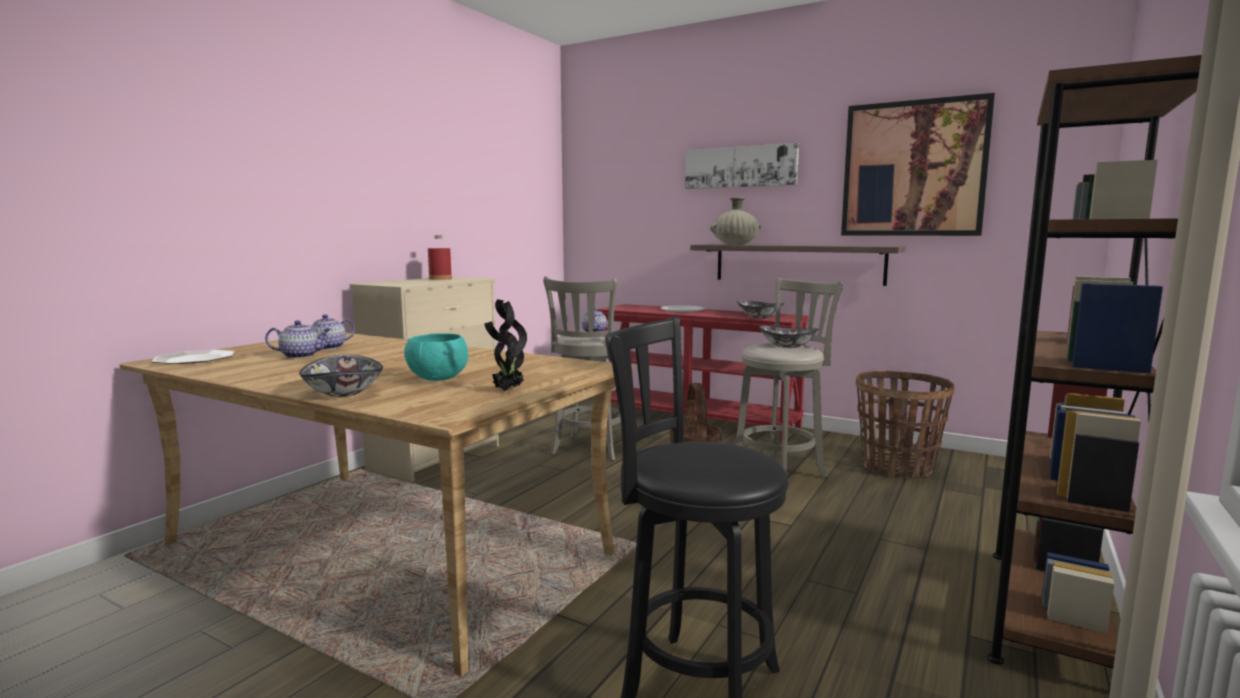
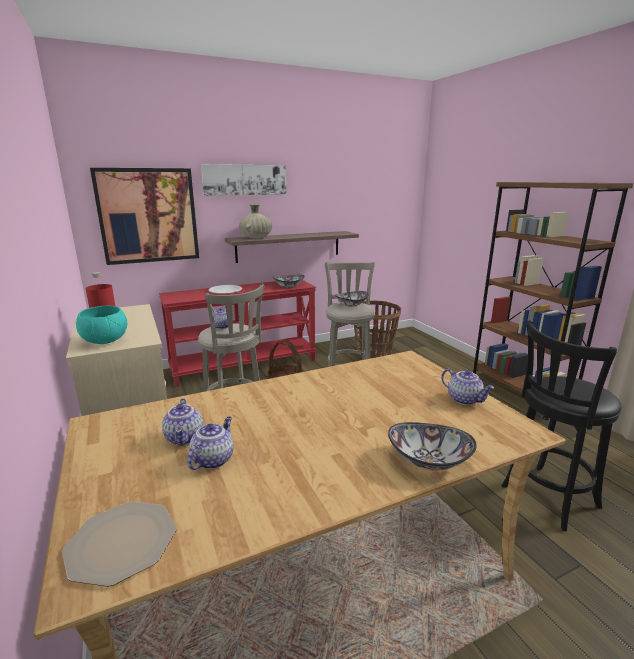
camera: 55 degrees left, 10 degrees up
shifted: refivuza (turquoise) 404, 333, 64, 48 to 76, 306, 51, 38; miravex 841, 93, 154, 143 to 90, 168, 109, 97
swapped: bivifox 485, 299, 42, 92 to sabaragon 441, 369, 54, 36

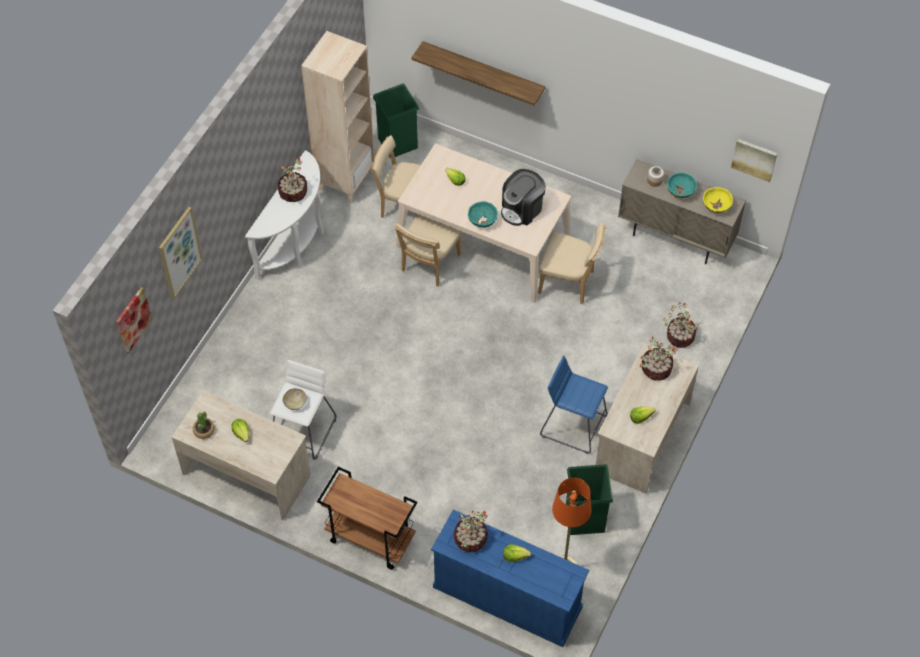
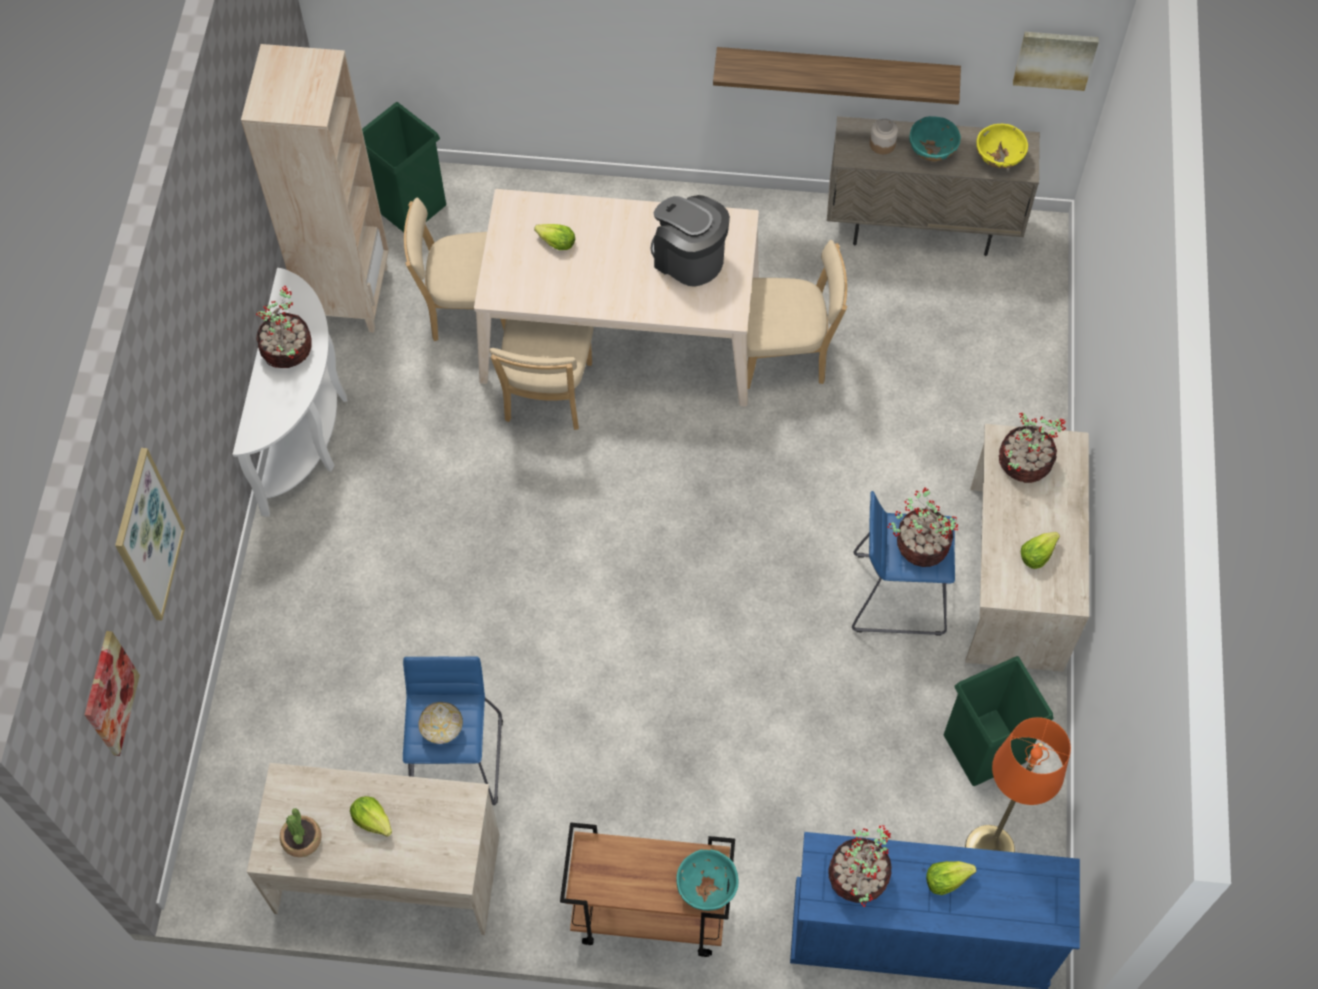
camera: 20 degrees left, 5 degrees up
shifted: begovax 411, 41, 134, 65 to 713, 47, 248, 58; refivuza (turquoise) 468, 201, 30, 27 to 676, 849, 63, 62; bivifox 663, 302, 36, 46 to 887, 487, 71, 80
repainted: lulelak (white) 270, 360, 66, 100 to lulelak (blue) 403, 656, 100, 149
rotated: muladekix 501, 169, 45, 57 = 651, 195, 79, 92 105 degrees clockwise

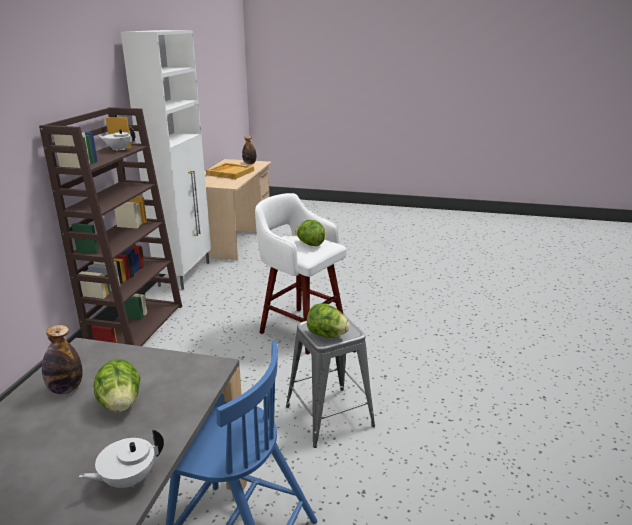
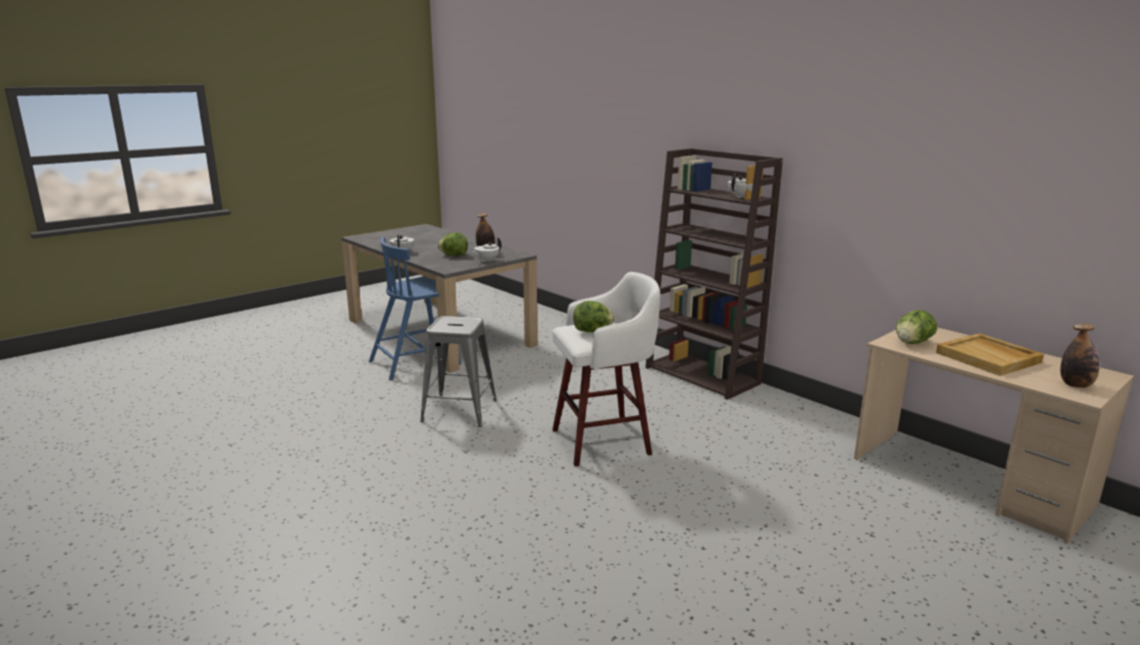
camera: 125 degrees right, 5 degrees down
gone: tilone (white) 121, 30, 90, 259
new: sabaragon (white) 471, 237, 30, 25
shifted: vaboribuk 307, 303, 43, 35 to 896, 310, 41, 34

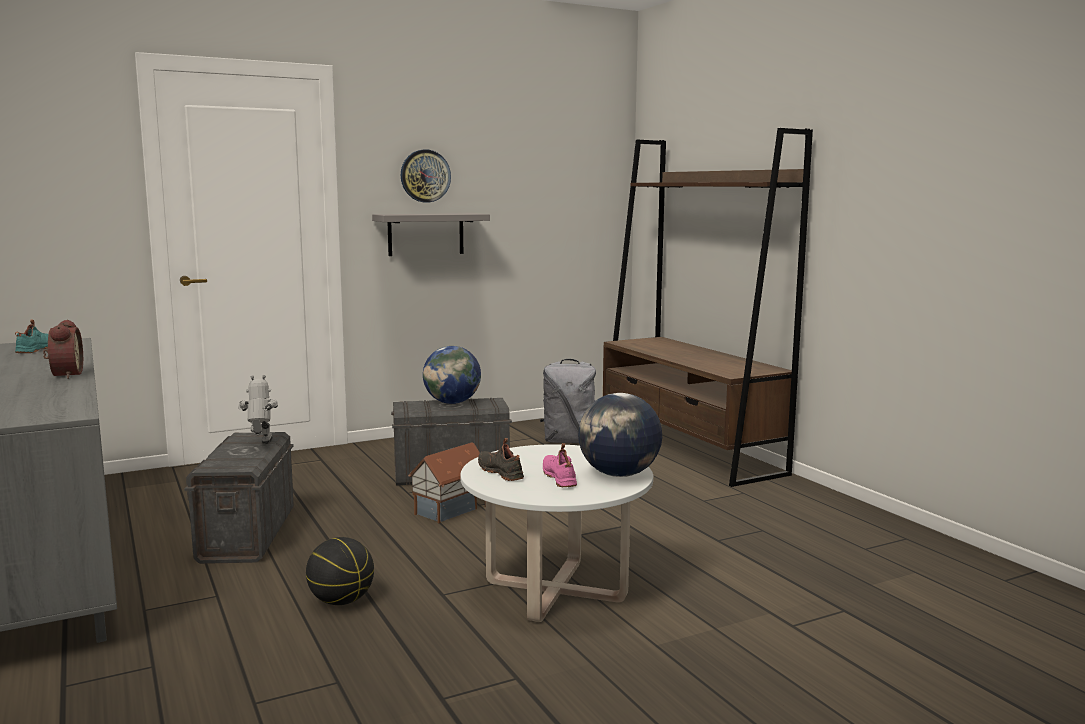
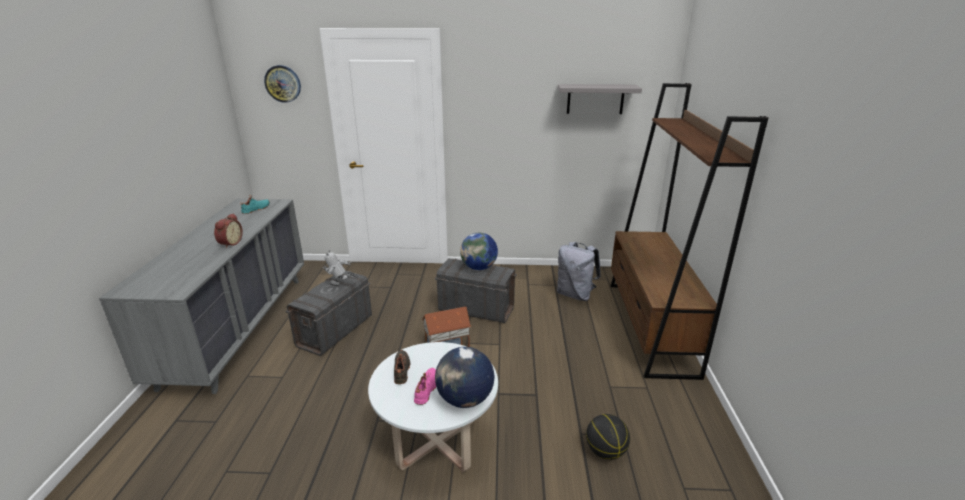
camera: 30 degrees right, 15 degrees up
shifted: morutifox 306, 537, 68, 68 to 586, 414, 44, 46; begovax (grey) 372, 213, 118, 43 to 558, 84, 84, 30; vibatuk 401, 150, 50, 52 to 264, 65, 37, 38
rotated: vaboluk 238, 375, 40, 69 = 323, 250, 35, 36 105 degrees counterclockwise

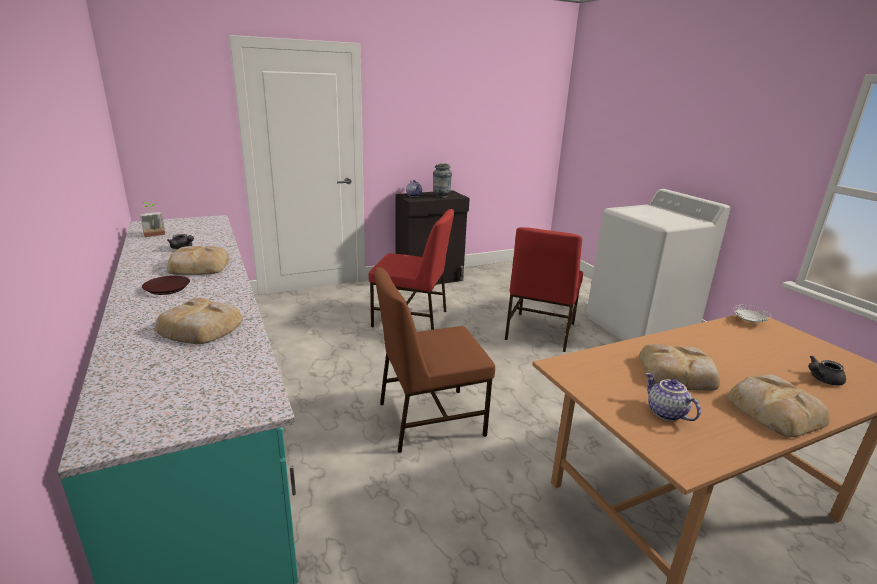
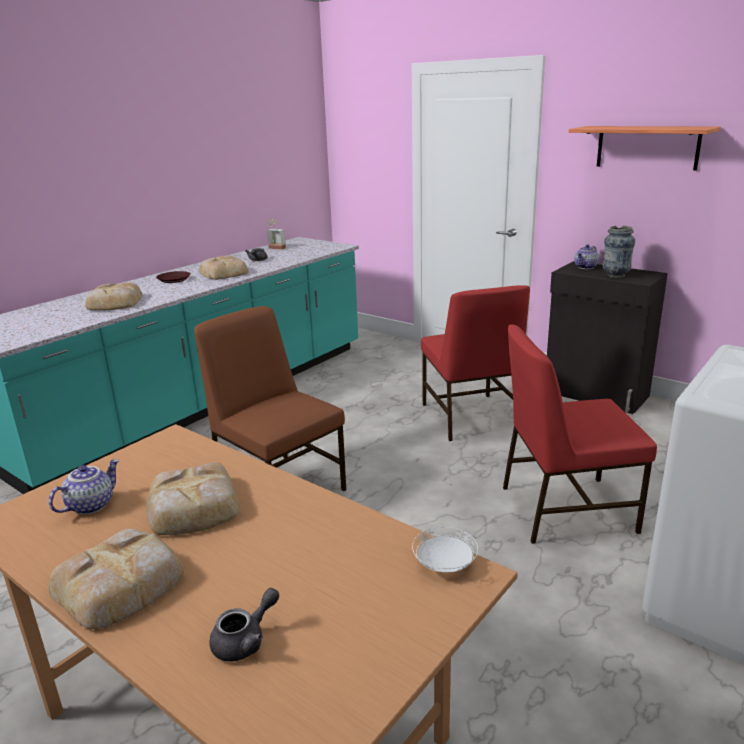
camera: 65 degrees right, 0 degrees up
new: begovax 568, 126, 153, 44
rotated: sabaragon (grey) 808, 355, 38, 31 = 210, 588, 69, 74 90 degrees clockwise

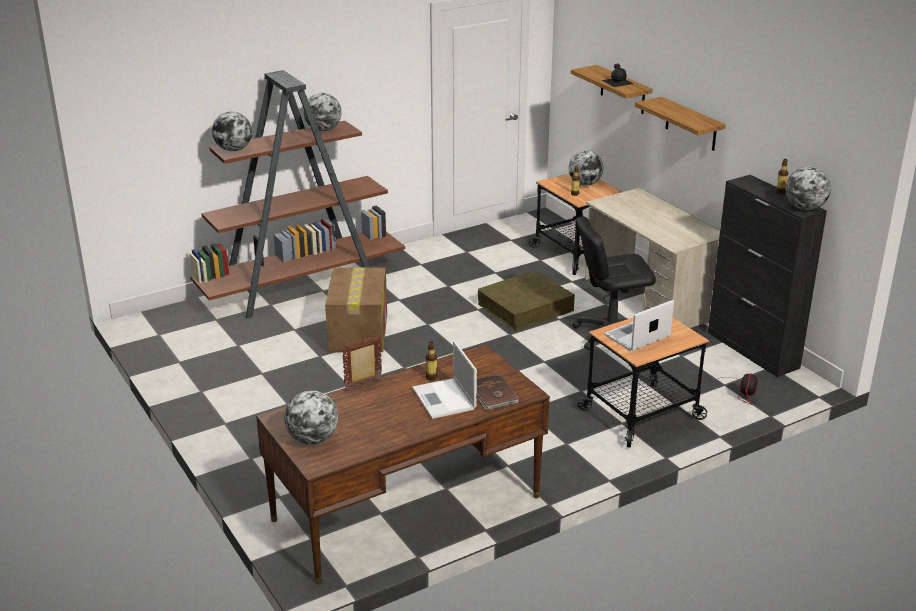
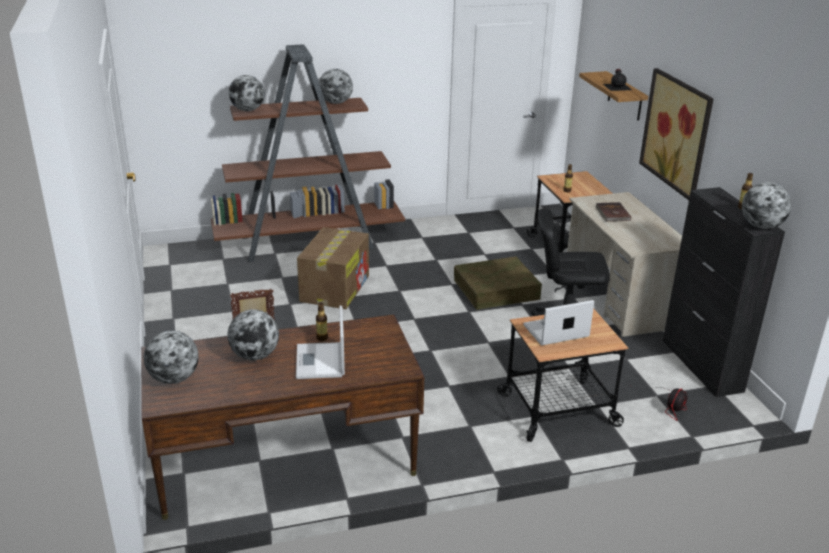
camera: 15 degrees right, 0 degrees up
shifted: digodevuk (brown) 477, 374, 43, 36 to 596, 202, 35, 20; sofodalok 568, 150, 35, 36 to 227, 309, 52, 51
swapped: begovax 635, 97, 91, 54 to miravex 639, 68, 75, 132

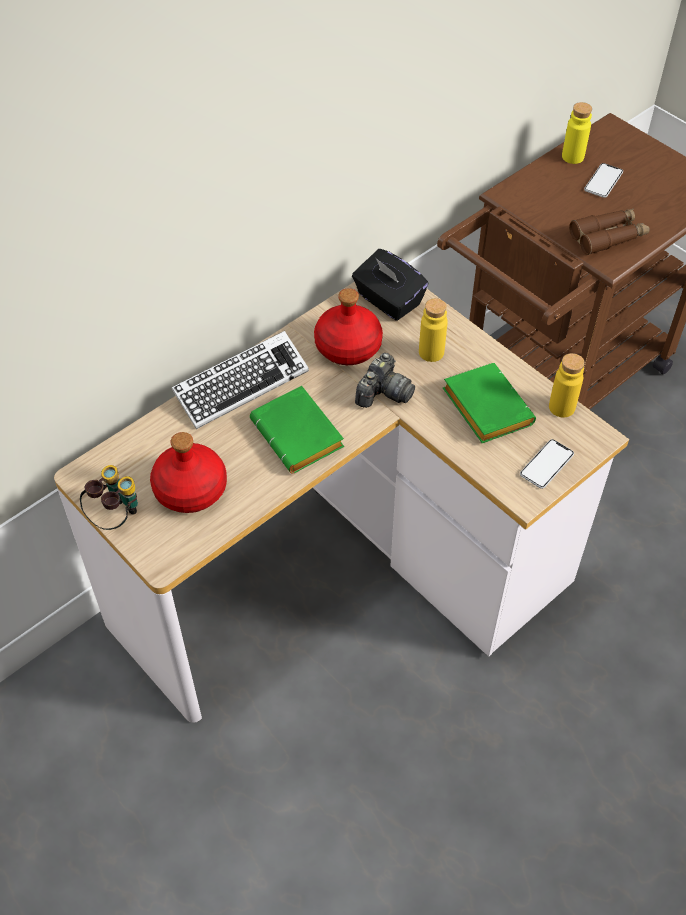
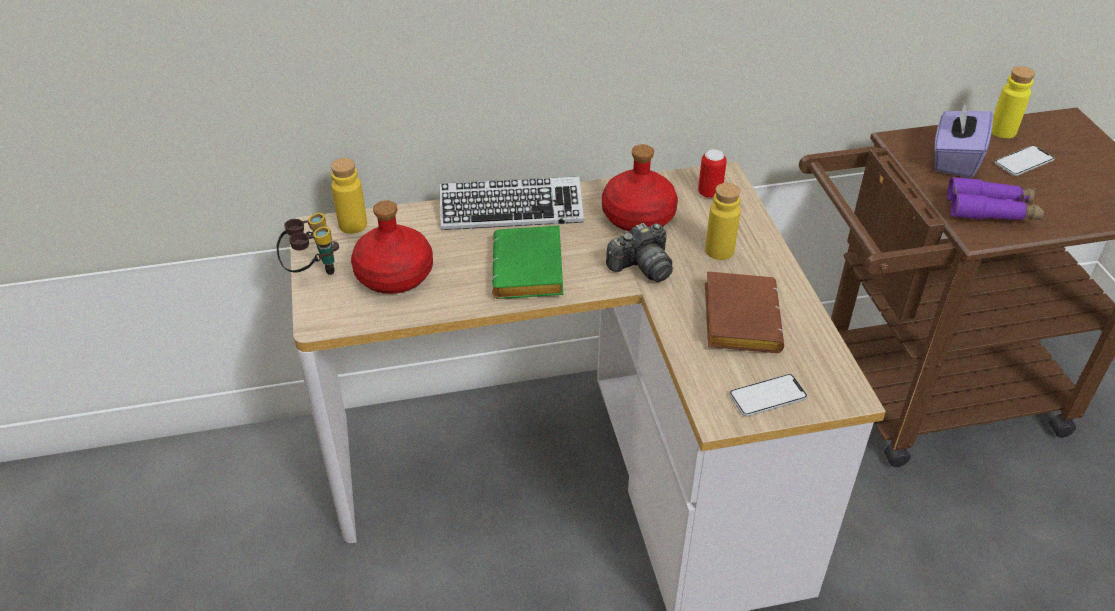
camera: 30 degrees right, 10 degrees down
new: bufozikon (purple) 934, 100, 59, 78
shifted: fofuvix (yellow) 549, 353, 36, 64 to 331, 158, 36, 76
swapped: bufozikon (black) 352, 249, 77, 72 to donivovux 698, 150, 29, 48
repainted: digodevuk (green) 443, 363, 93, 80 to digodevuk (brown) 705, 271, 79, 82; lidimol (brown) 569, 208, 80, 47 to lidimol (purple) 947, 177, 97, 43

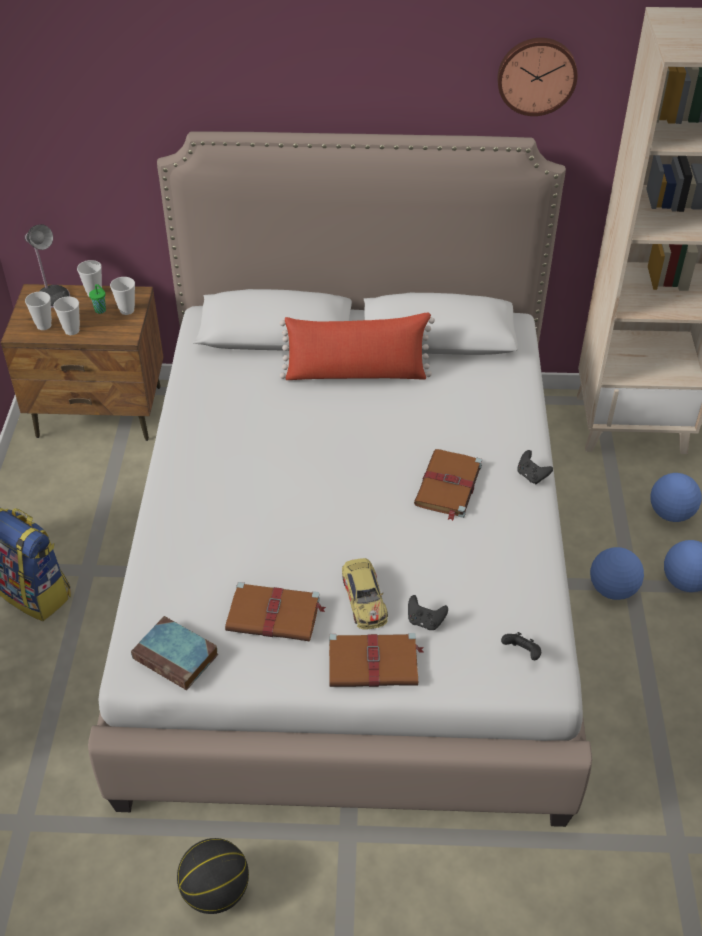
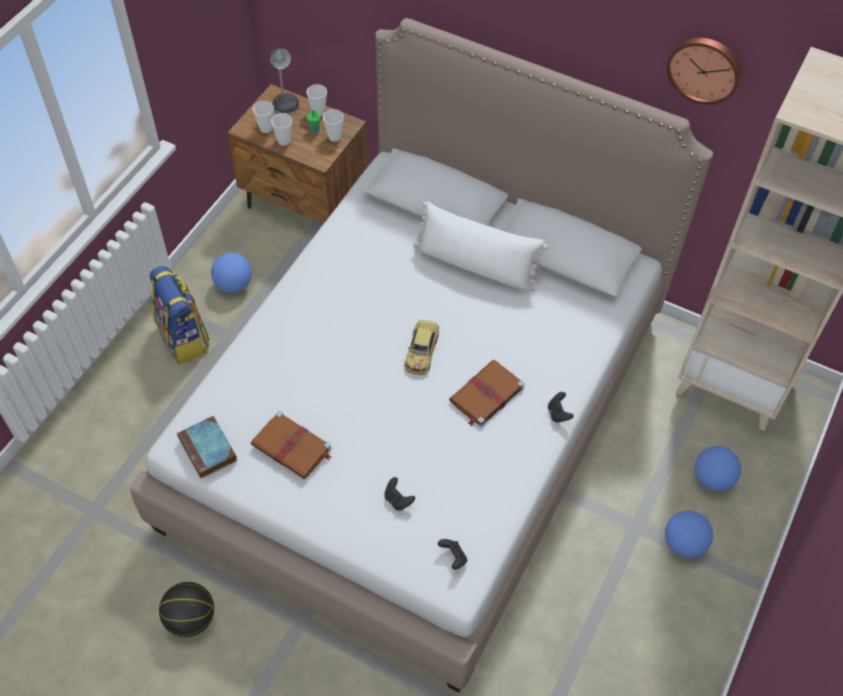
camera: 25 degrees right, 10 degrees up
gone: digodevuk (brown) 329, 633, 95, 54
shifted: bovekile 342, 558, 46, 71 to 404, 320, 35, 55; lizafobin 590, 547, 54, 53 to 211, 253, 41, 40
repainted: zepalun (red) 279, 313, 156, 67 to zepalun (white) 413, 201, 135, 91

